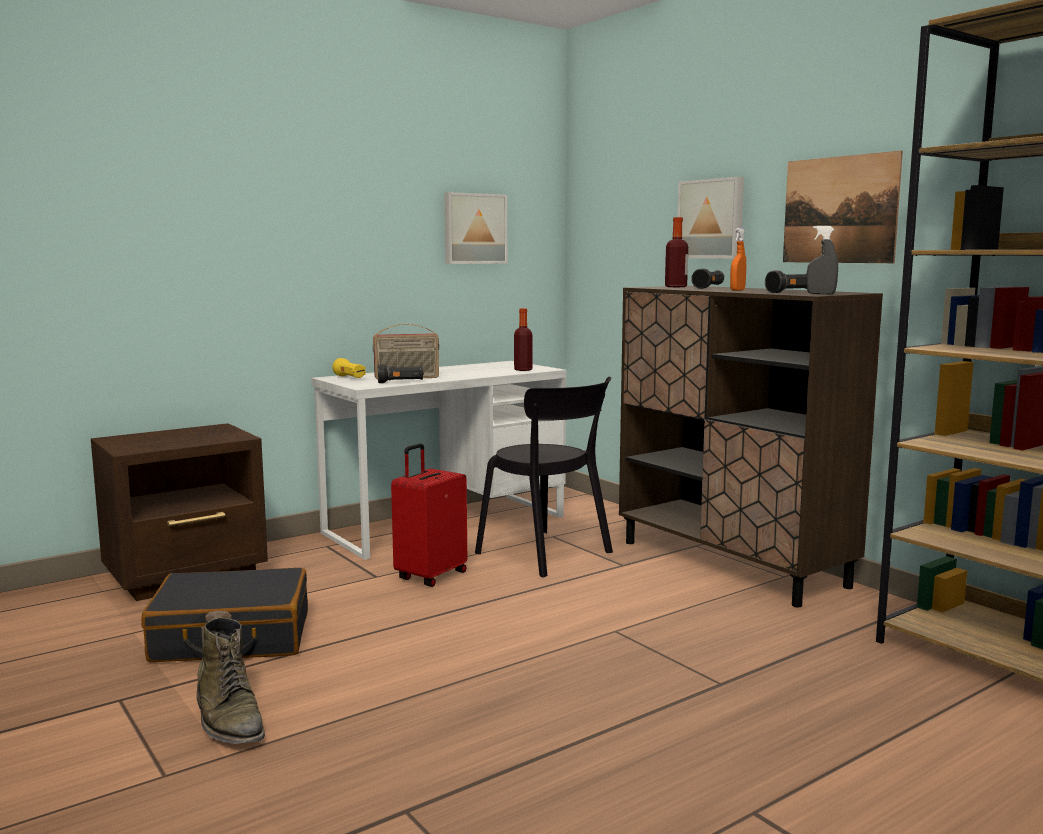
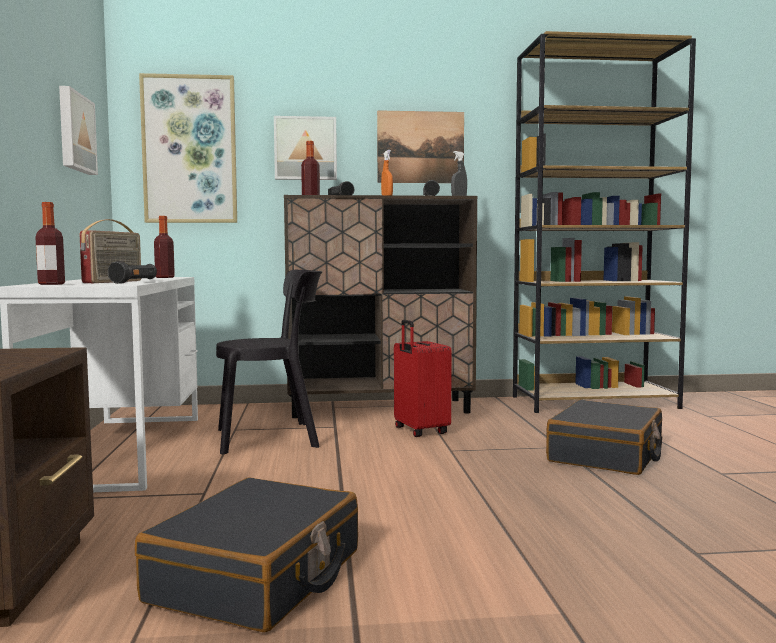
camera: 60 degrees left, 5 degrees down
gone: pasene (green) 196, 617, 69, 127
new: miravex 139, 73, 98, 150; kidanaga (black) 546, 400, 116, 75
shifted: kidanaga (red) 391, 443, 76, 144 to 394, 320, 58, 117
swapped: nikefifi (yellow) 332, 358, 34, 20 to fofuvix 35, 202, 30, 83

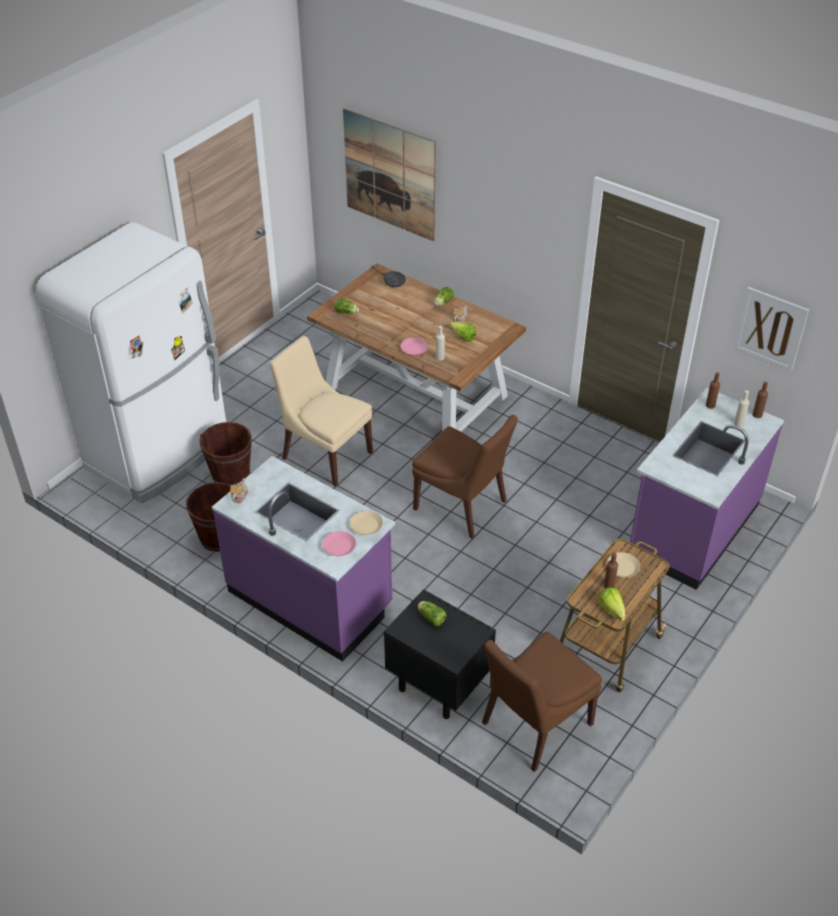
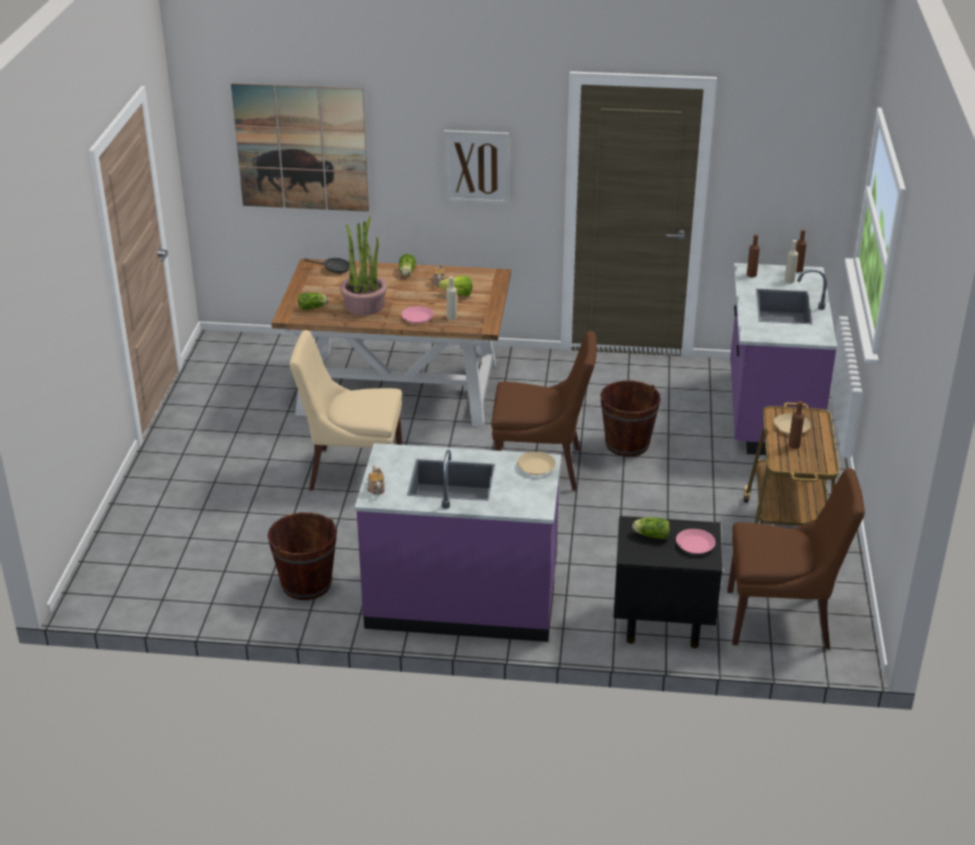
camera: 30 degrees left, 10 degrees down
gone: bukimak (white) 36, 223, 191, 280; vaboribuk 598, 587, 27, 34
new: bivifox 340, 216, 48, 99
shifted: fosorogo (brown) 199, 422, 53, 63 to 600, 381, 61, 76; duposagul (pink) 322, 531, 34, 25 to 676, 529, 40, 25; miravex 733, 287, 76, 85 to 444, 130, 65, 76
rotated: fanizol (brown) 482, 632, 120, 140 = 727, 468, 138, 181 105 degrees counterclockwise

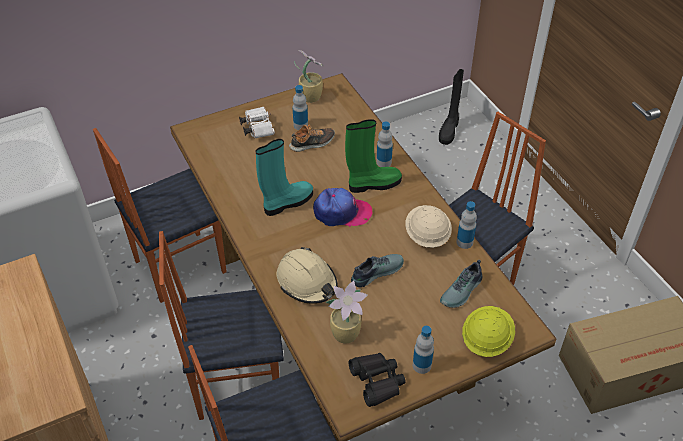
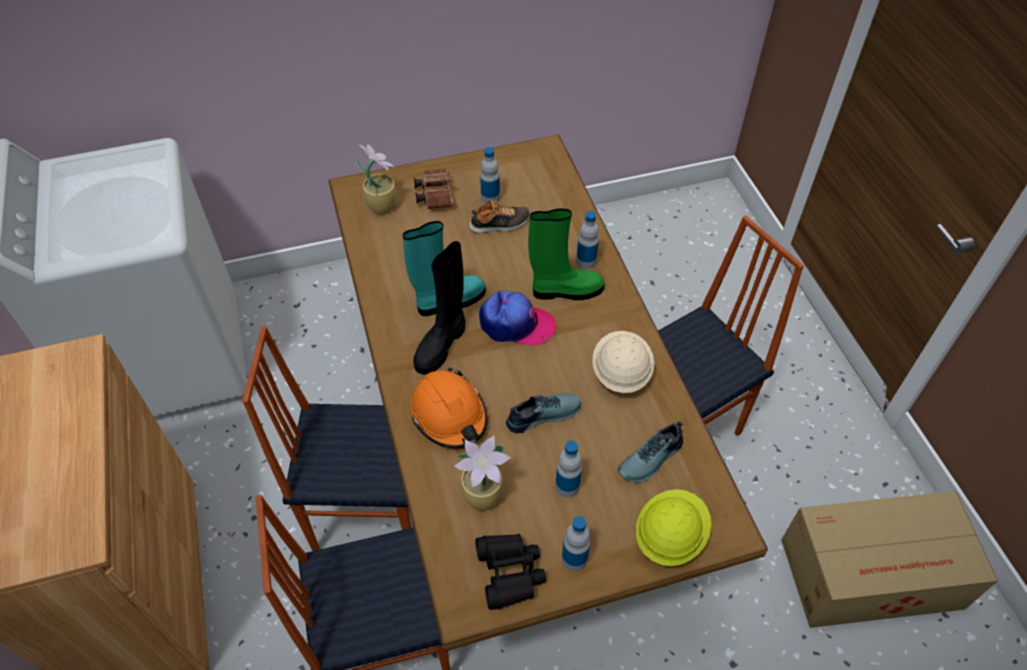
camera: 10 degrees right, 5 degrees up
gone: fanizol 93, 128, 134, 175
shifted: bivifox 294, 50, 30, 53 to 356, 144, 40, 71; pasene (black) 439, 69, 25, 76 to 413, 241, 52, 134; fofuvix 457, 201, 20, 48 to 555, 440, 27, 58
repainted: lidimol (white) 239, 106, 36, 32 to lidimol (brown) 414, 168, 40, 41; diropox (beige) 277, 247, 61, 57 to diropox (orange) 411, 368, 76, 81

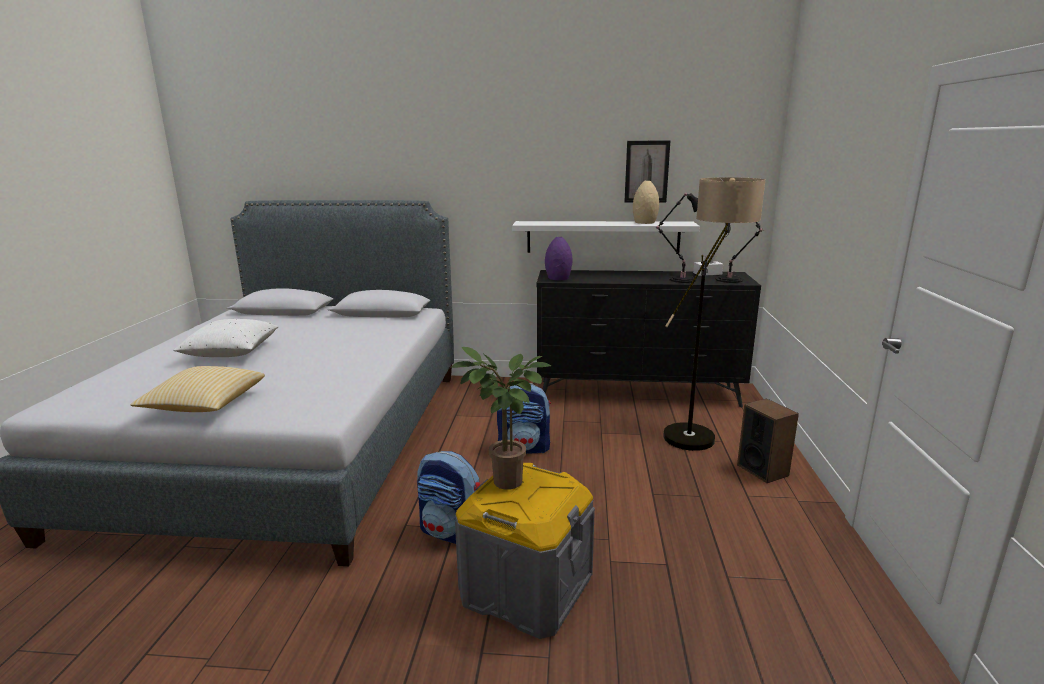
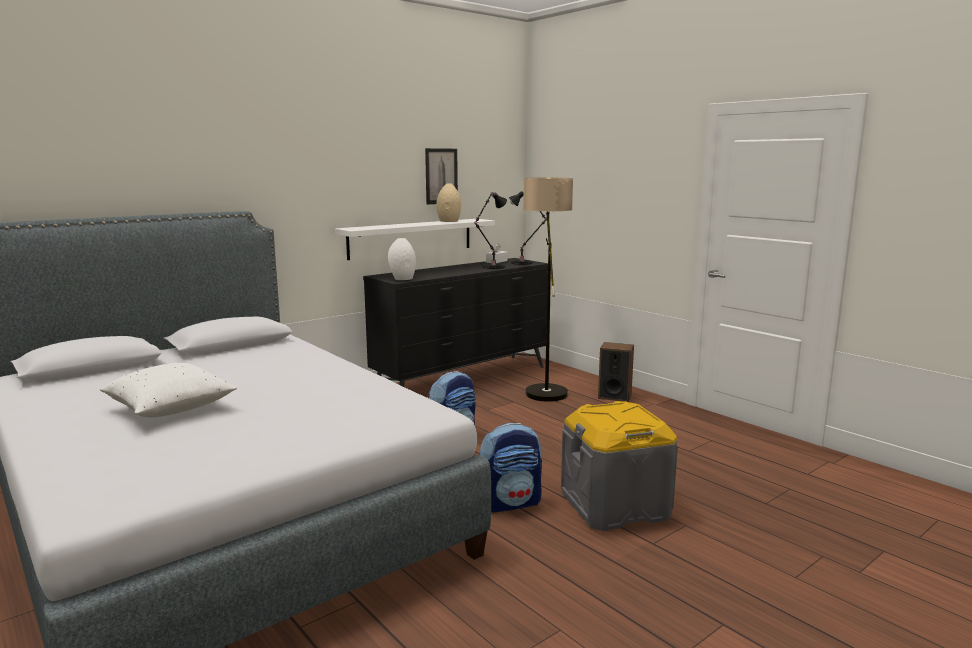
camera: 45 degrees left, 5 degrees down
gone: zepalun 130, 366, 135, 46; bivifox 451, 347, 100, 143
repainted: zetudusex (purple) 545, 237, 27, 43 to zetudusex (white) 388, 238, 28, 42

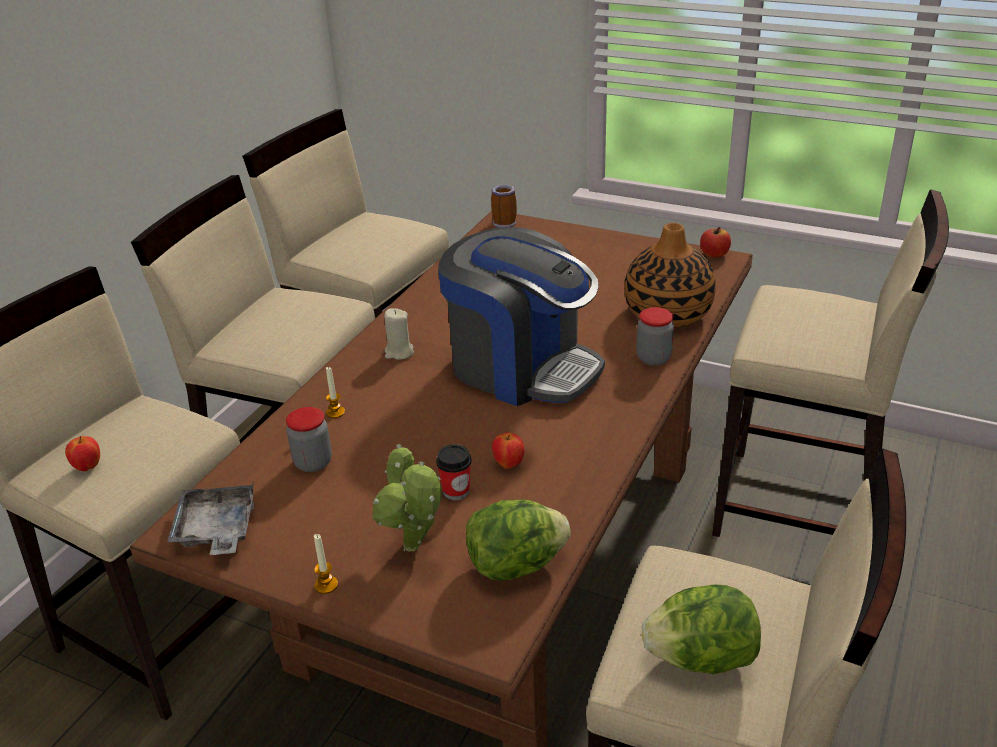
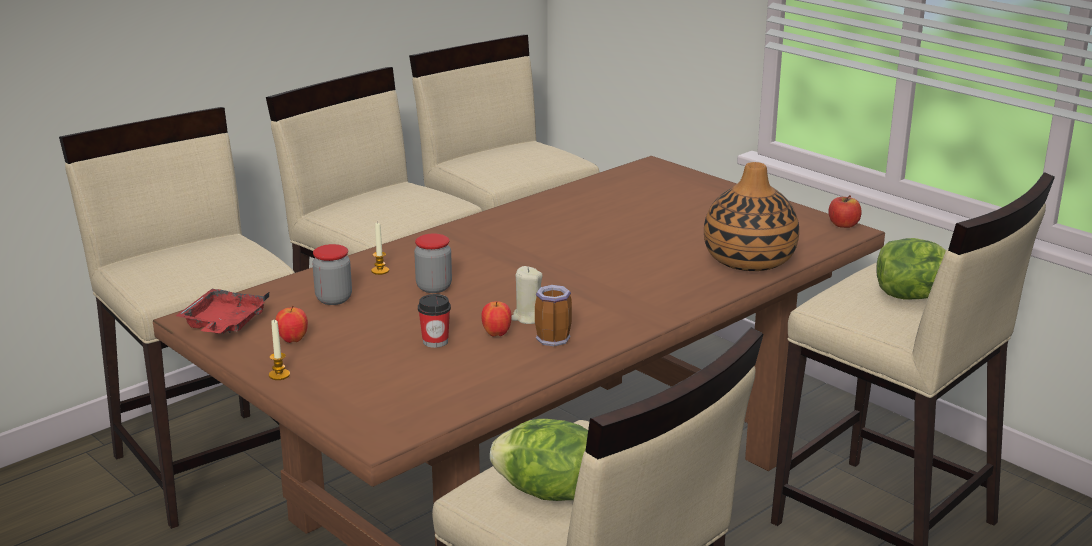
camera: 20 degrees right, 10 degrees down
gone: bivifox 372, 444, 69, 108; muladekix 438, 227, 167, 179
shifted: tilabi 65, 436, 35, 35 to 275, 305, 33, 38; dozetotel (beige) 384, 308, 30, 52 to 511, 266, 32, 58; vaboribuk 466, 500, 105, 81 to 876, 238, 70, 61; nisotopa 491, 184, 26, 43 to 535, 285, 37, 62; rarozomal 637, 307, 37, 59 to 414, 234, 38, 59
repainted: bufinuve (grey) 167, 481, 87, 74 to bufinuve (red) 176, 289, 93, 45

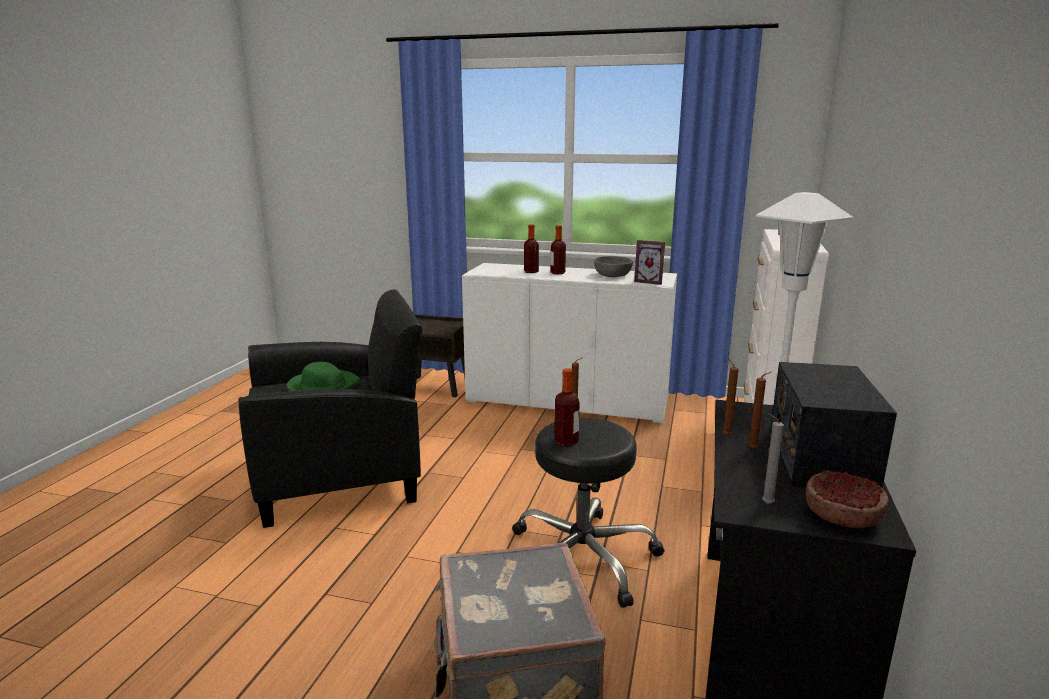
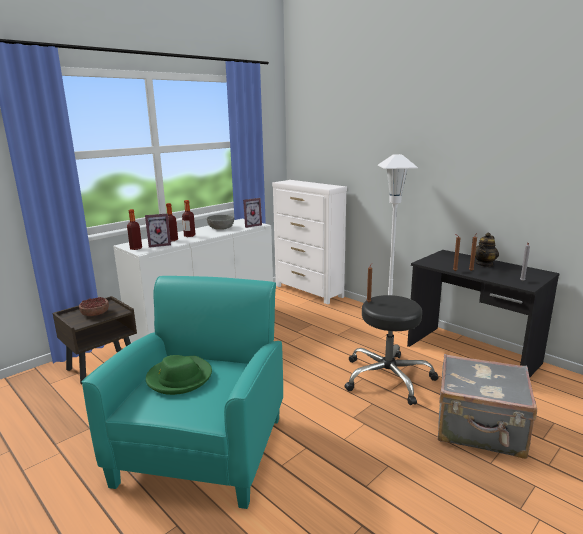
camera: 60 degrees left, 0 degrees up
new: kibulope 145, 213, 26, 35
shifted: fofuvix 554, 368, 26, 78 to 127, 209, 15, 41; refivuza 806, 470, 82, 58 to 79, 297, 30, 19
swapped: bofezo 770, 362, 127, 127 to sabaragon 475, 232, 24, 35
repainted: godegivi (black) 238, 289, 184, 239 to godegivi (turquoise) 82, 276, 201, 233

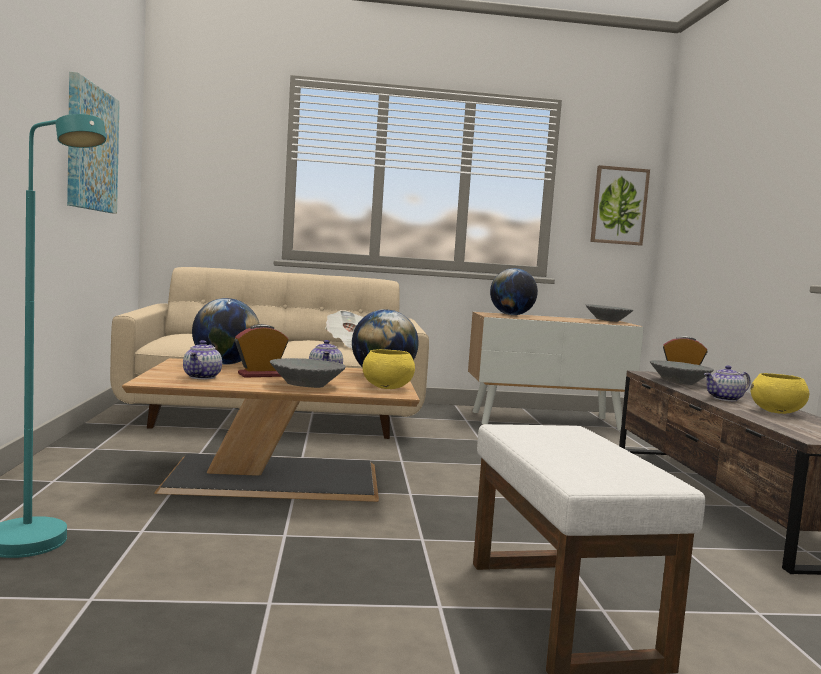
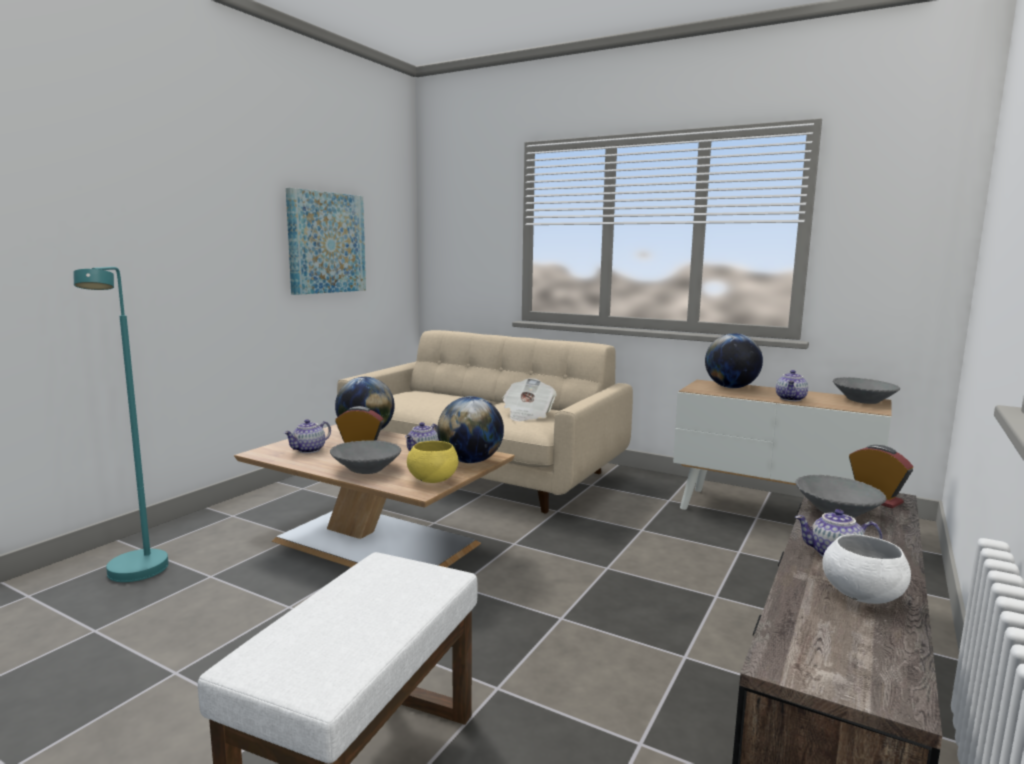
camera: 35 degrees right, 5 degrees up
gone: miravex 590, 165, 60, 81
new: sabaragon 776, 370, 32, 31
repainted: refivuza (yellow) 751, 373, 58, 41 to refivuza (white) 822, 534, 89, 70

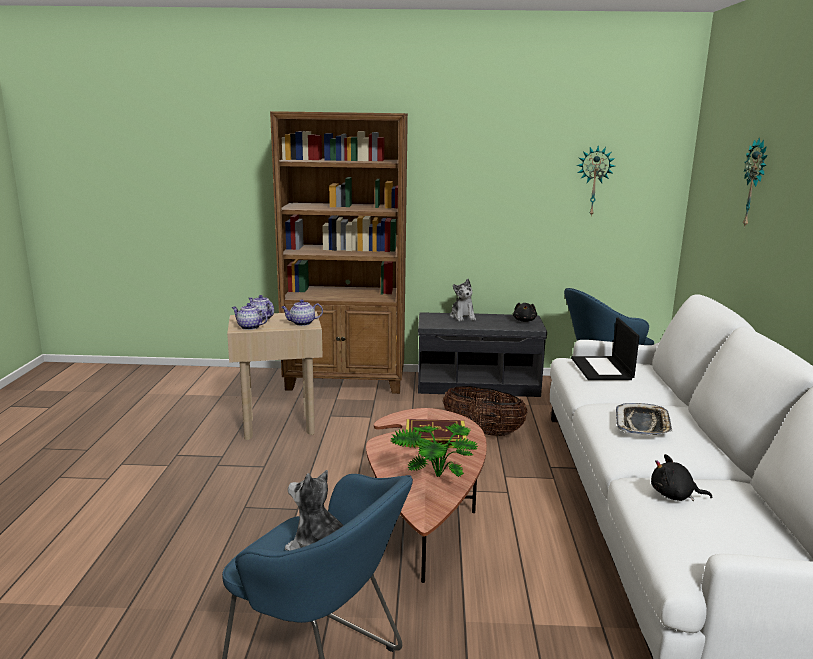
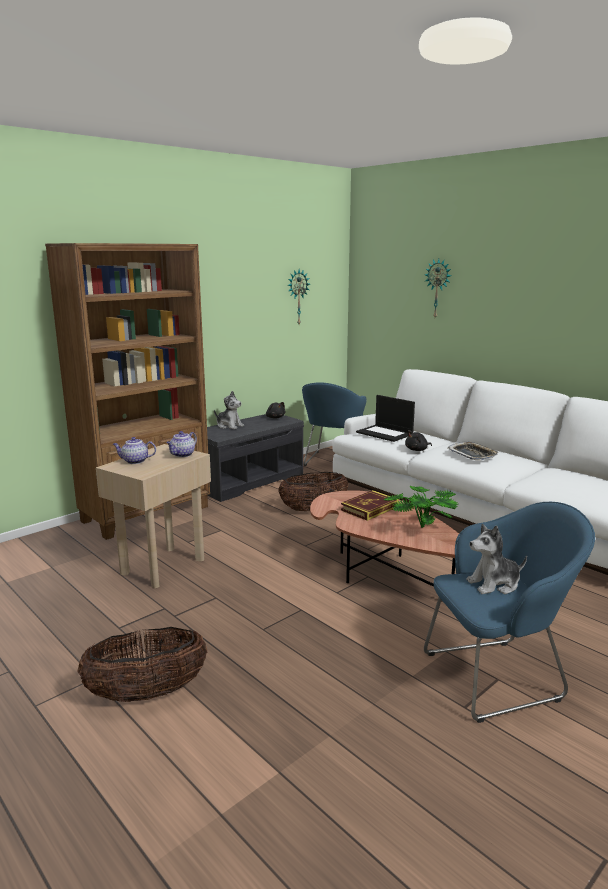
camera: 45 degrees left, 0 degrees up
gone: sabaragon 232, 303, 36, 27
new: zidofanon 77, 627, 130, 75
shifted: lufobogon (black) 651, 454, 61, 47 to 405, 430, 27, 21

